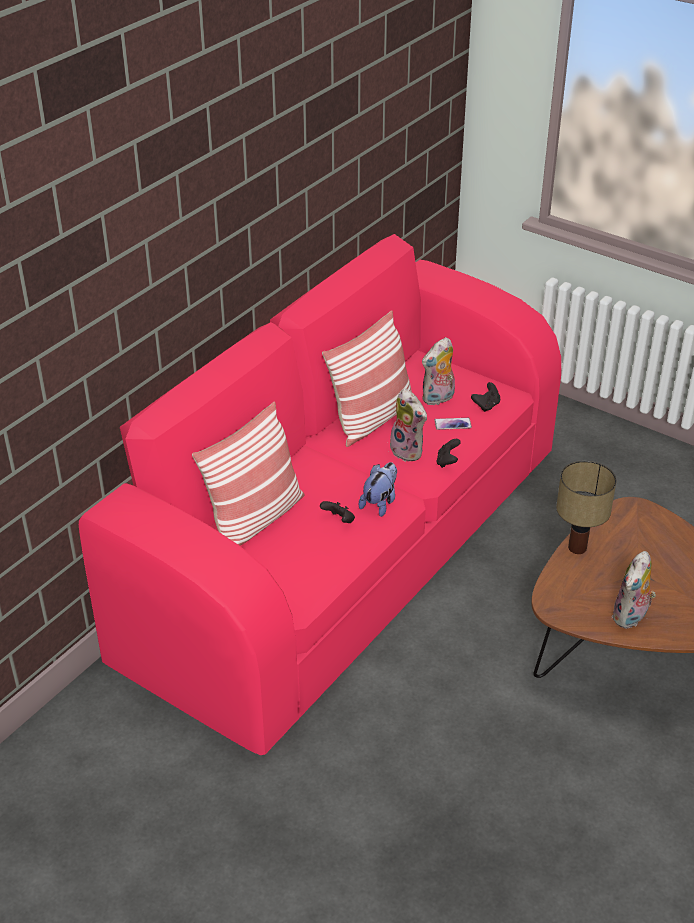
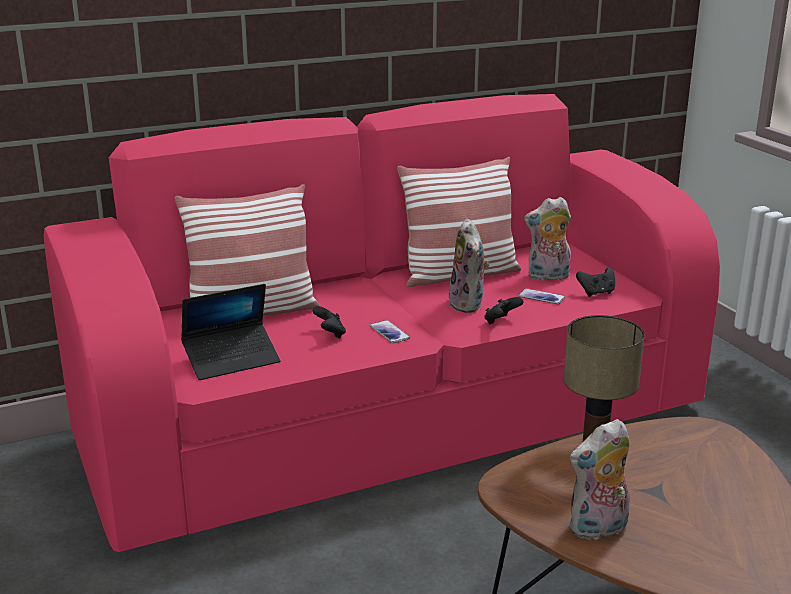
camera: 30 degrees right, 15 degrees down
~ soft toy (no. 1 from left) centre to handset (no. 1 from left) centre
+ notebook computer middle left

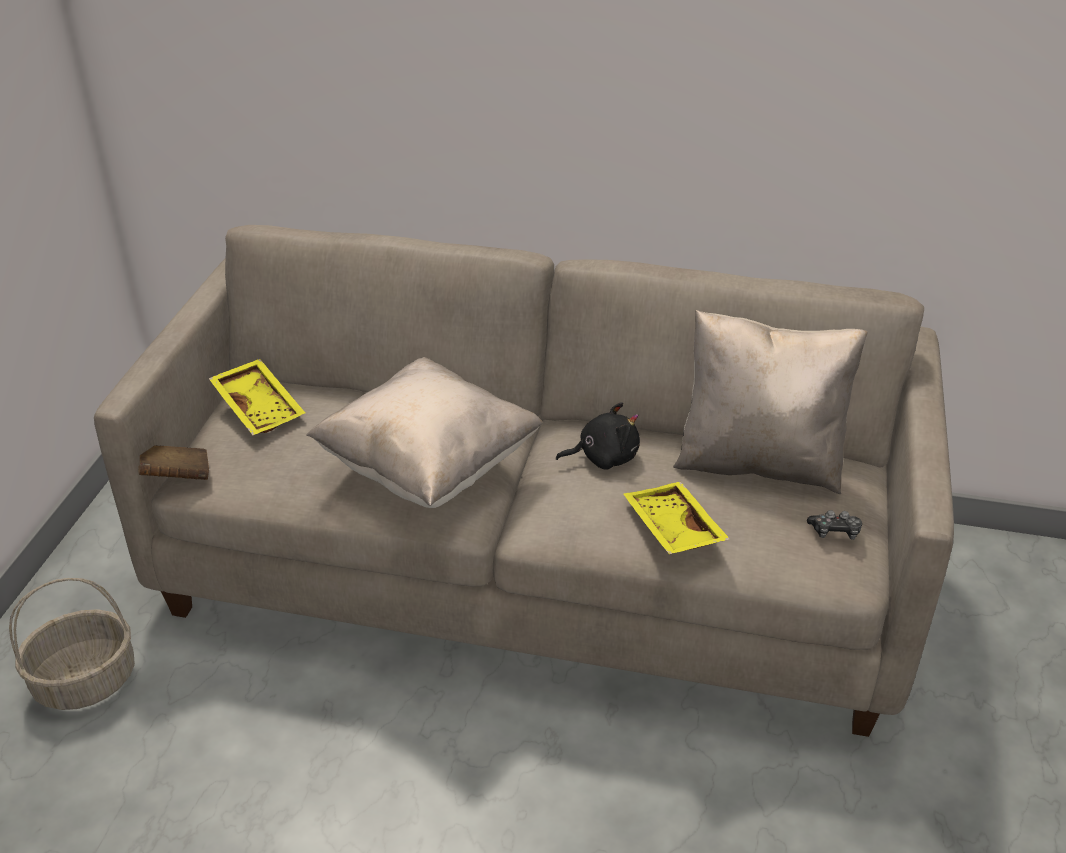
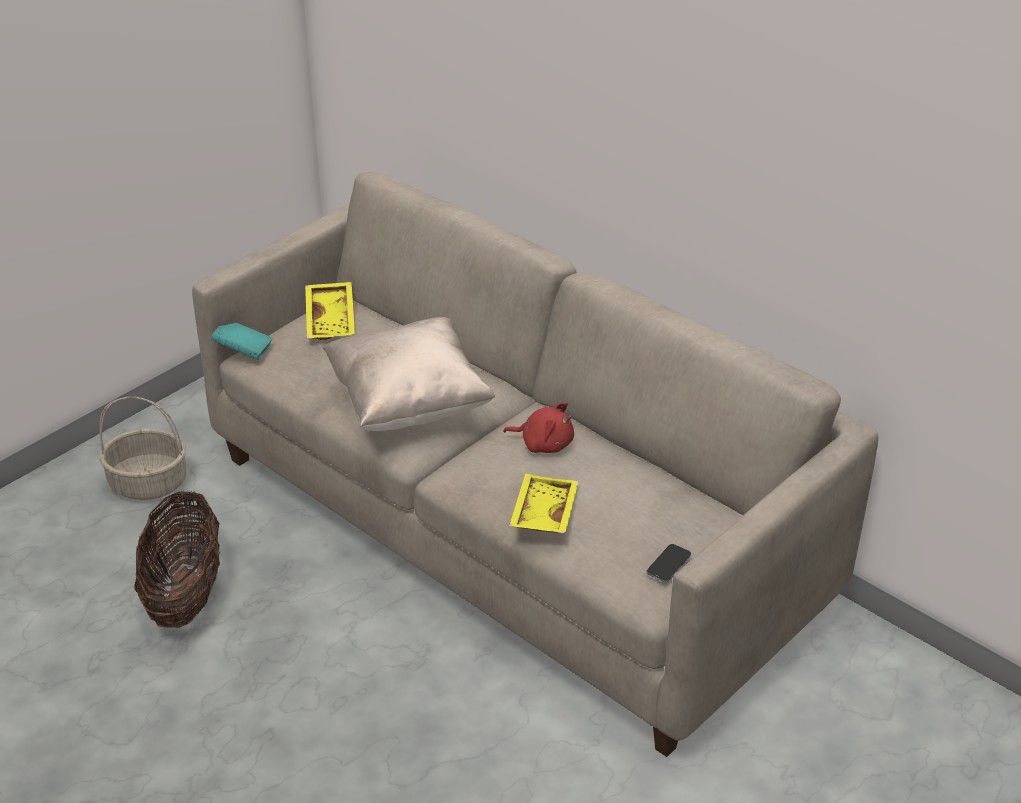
camera: 30 degrees right, 0 degrees up
~ brownish bound book middle left to blue-green bound book middle left
~ black-coloured soft toy centre to red soft toy centre
- beige-coloured pillow (no. 2 from left) middle right
~ game controller middle right to handset bottom centre
+ basket (no. 2 from left) bottom left

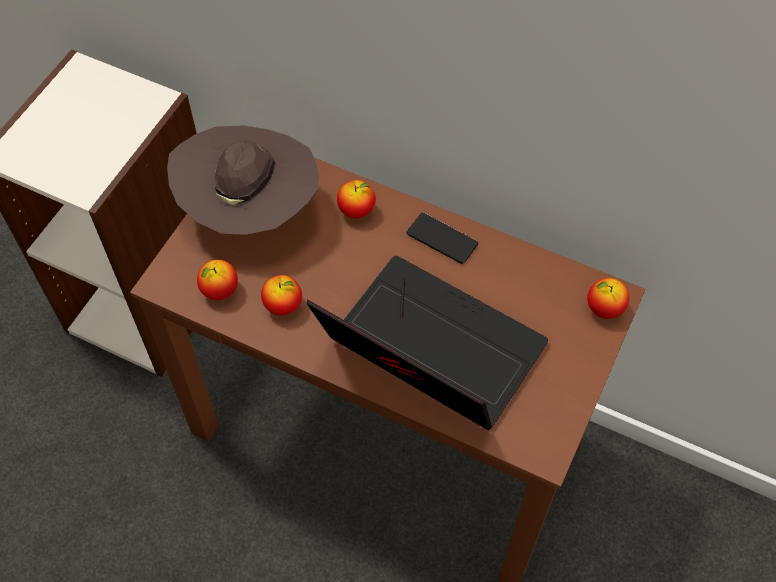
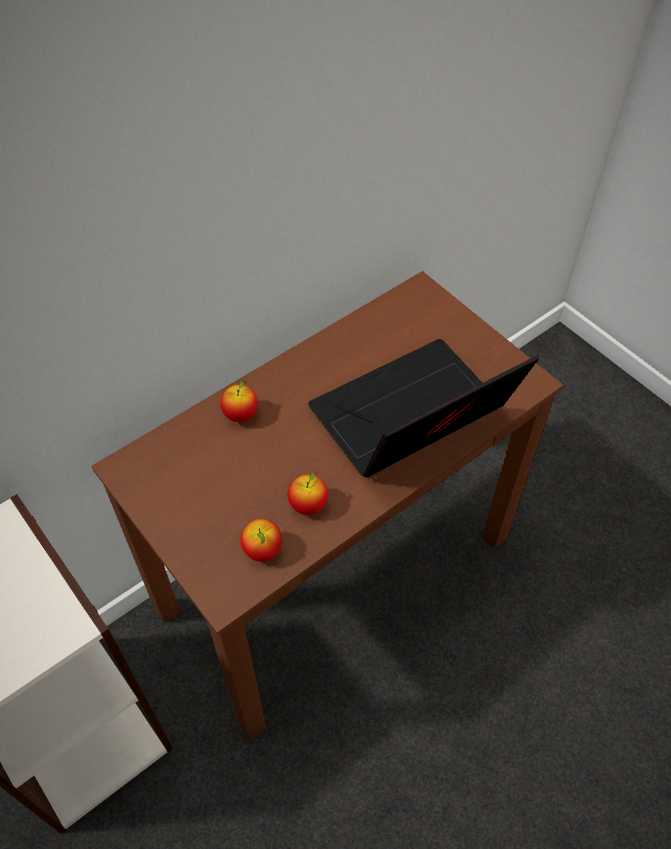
camera: 65 degrees left, 5 degrees down
- brownish clothing hat top left
- handset centre
- apple (no. 4 from left) middle right

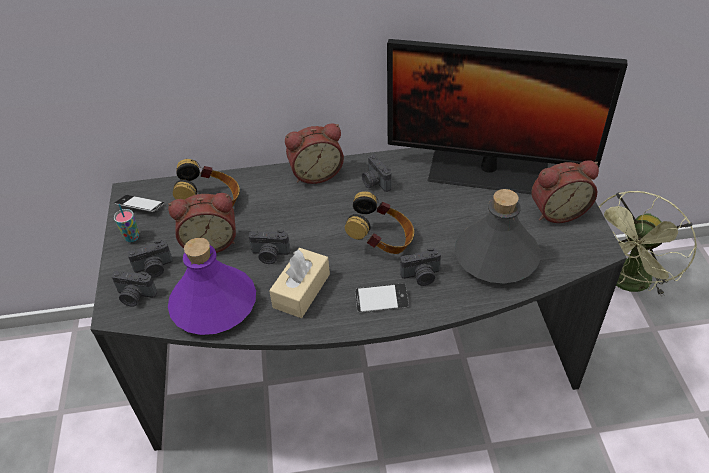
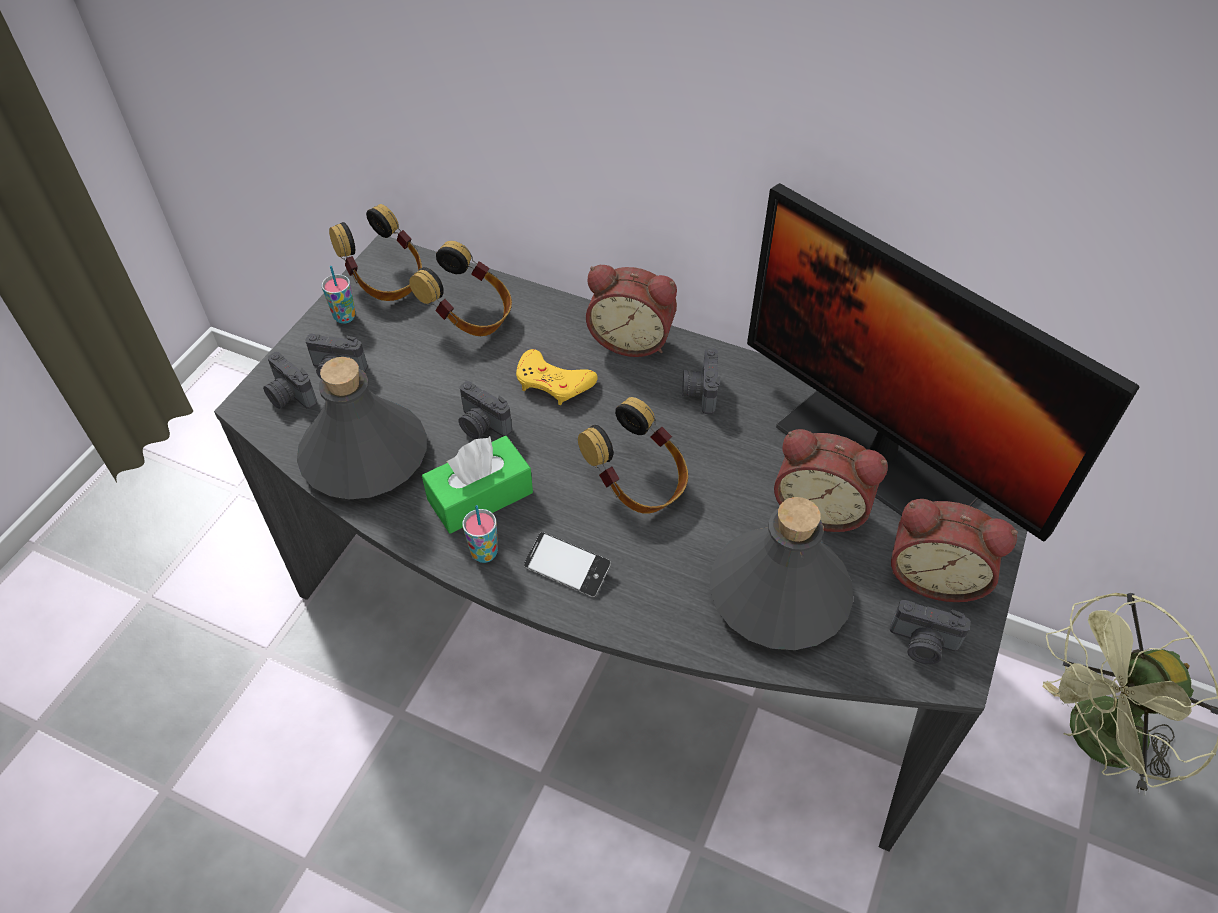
camera: 30 degrees right, 5 degrees up
~ handset (no. 1 from left) middle left to headset (no. 1 from left) top left
~ alarm clock (no. 1 from left in the first image) middle left to alarm clock (no. 2 from left) middle right
~ purple-coloured beverage bottle middle left to greyish beverage bottle (no. 1 from left) middle left
~ beige-coloured tissue box centre to greenish tissue box centre
~ photo camera (no. 5 from left) centre to bottom right
+ drinking cup (no. 2 from left) centre
+ yellow-coloured game controller centre

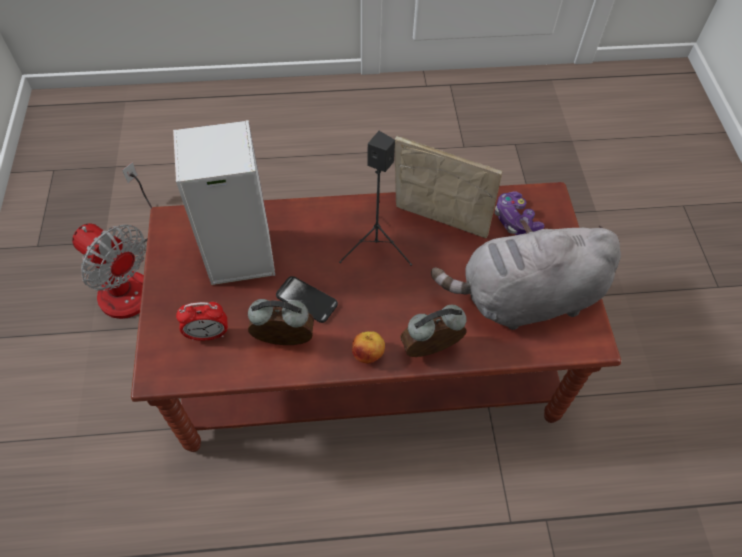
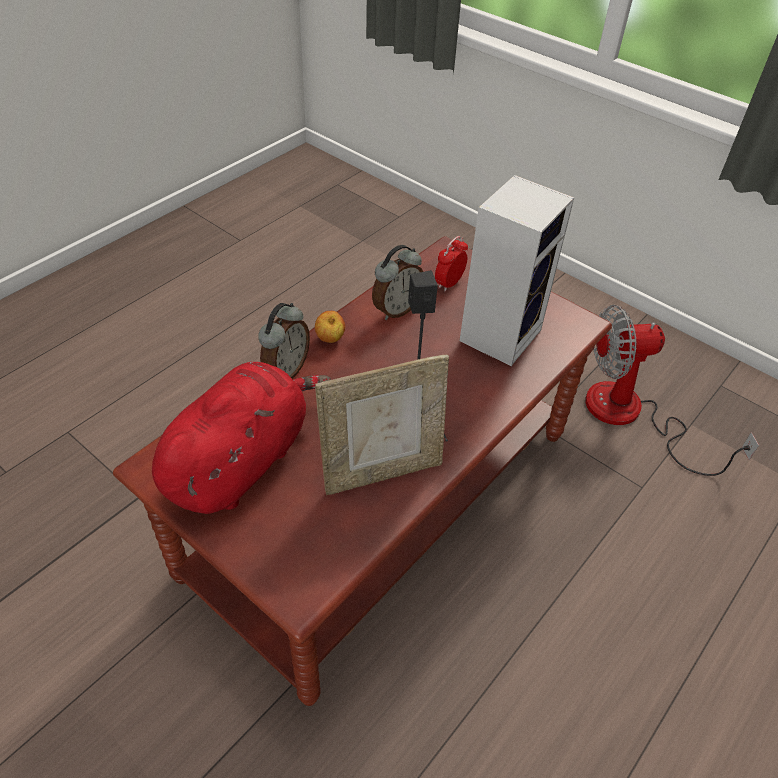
camera: 135 degrees right, 10 degrees down
- handset centre
~ greyish soft toy middle right to red soft toy middle left
- game controller middle right

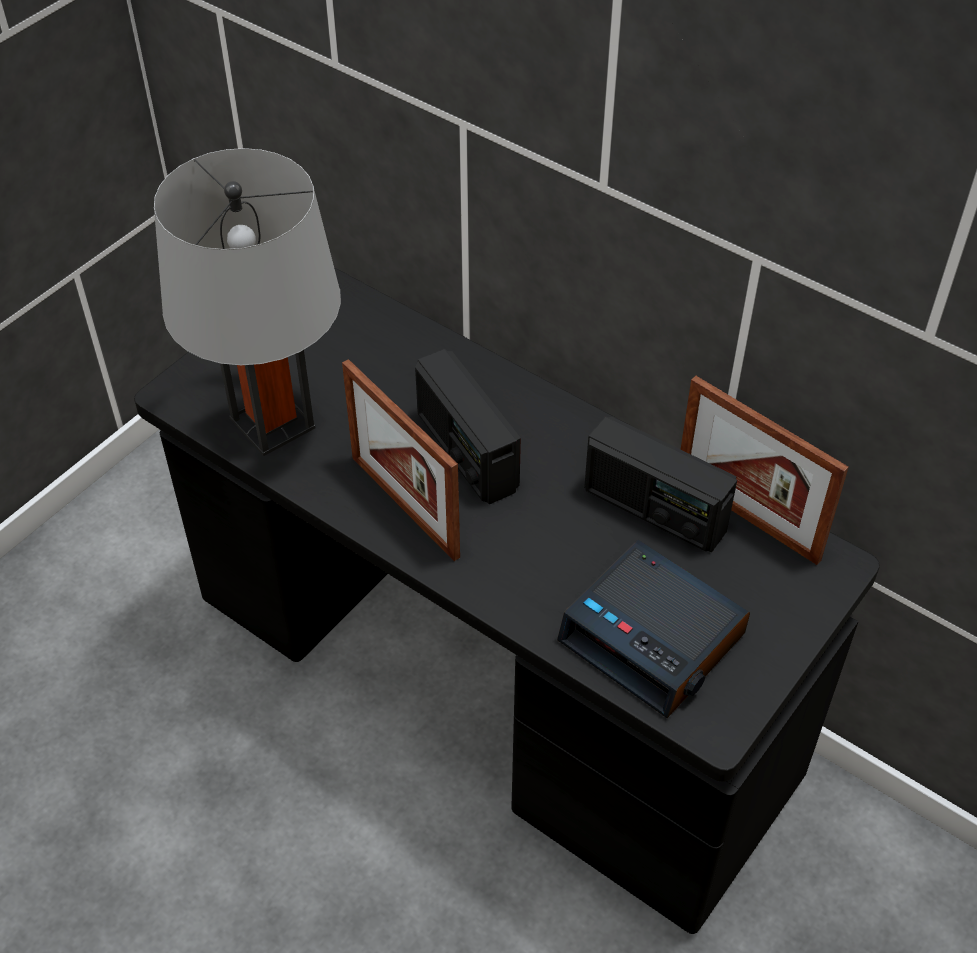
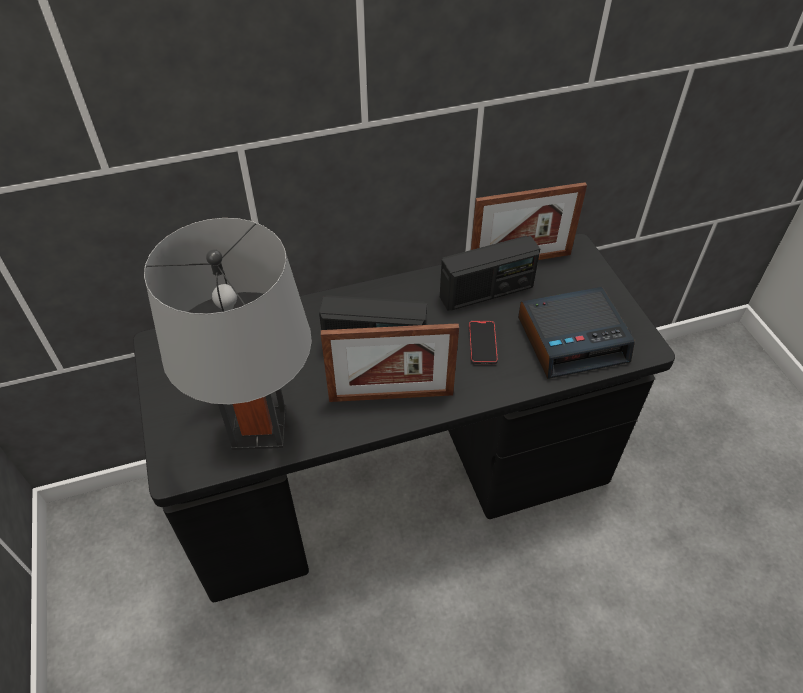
camera: 55 degrees left, 0 degrees up
+ handset centre

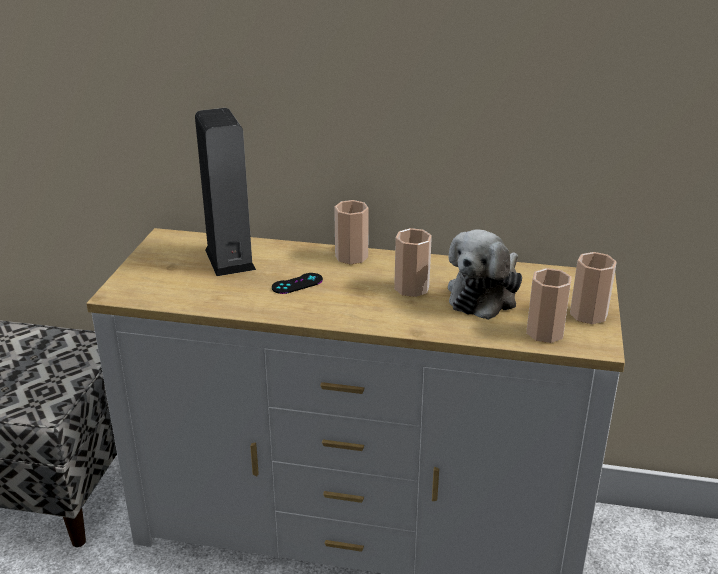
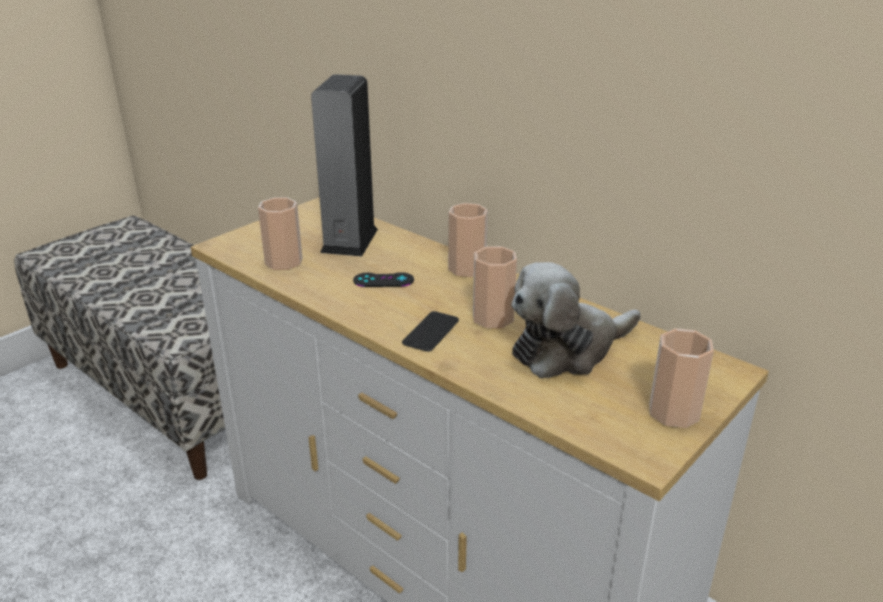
camera: 30 degrees right, 0 degrees up
~ drinking cup (no. 3 from left in the first image) middle right to drinking cup (no. 1 from left) middle left
+ handset centre

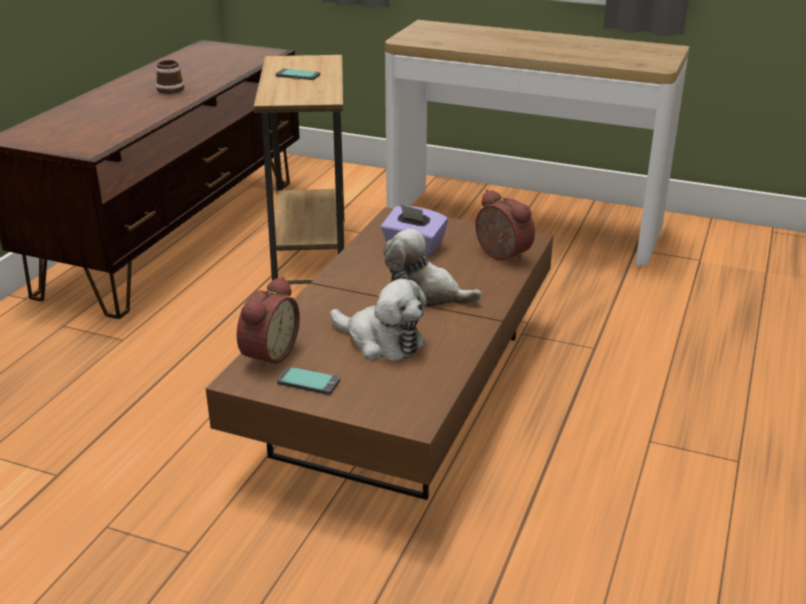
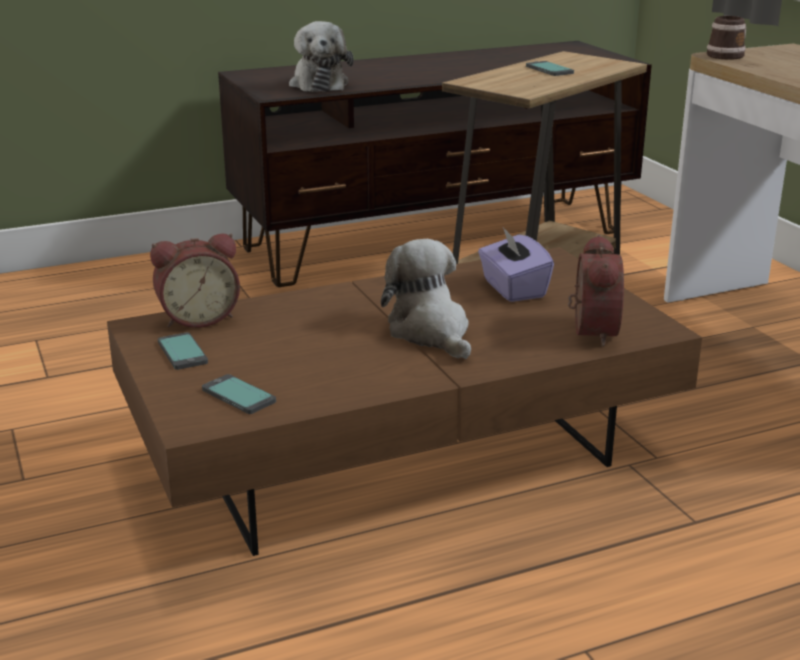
camera: 45 degrees right, 5 degrees down
~ mug top left to top right
~ soft toy (no. 1 from left) centre to top centre
+ handset (no. 2 from left) middle left

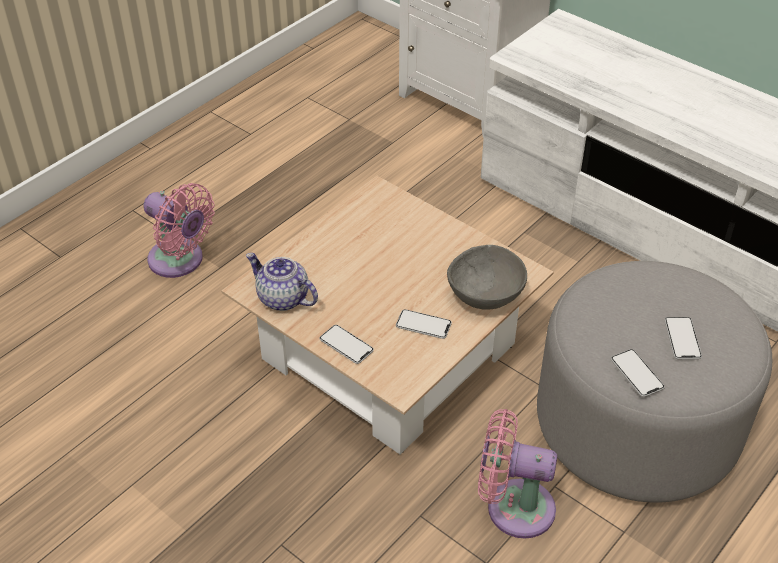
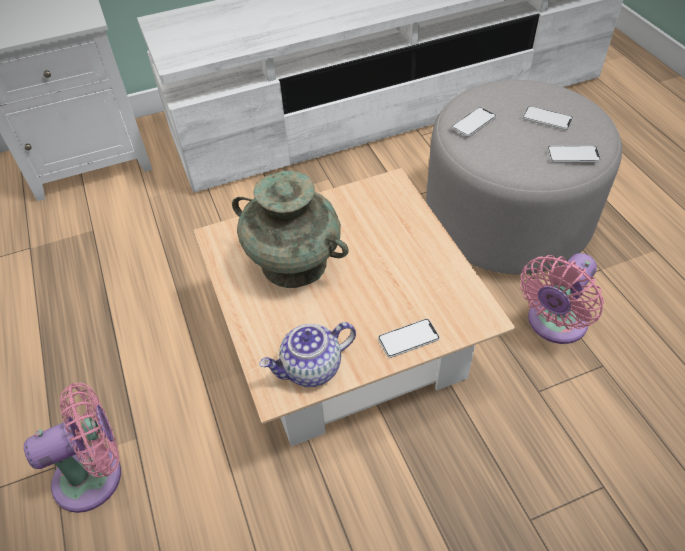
camera: 60 degrees left, 5 degrees up
~ handset (no. 2 from left) centre to top right
- greyish deep dish centre
+ blue-green flower vase centre

